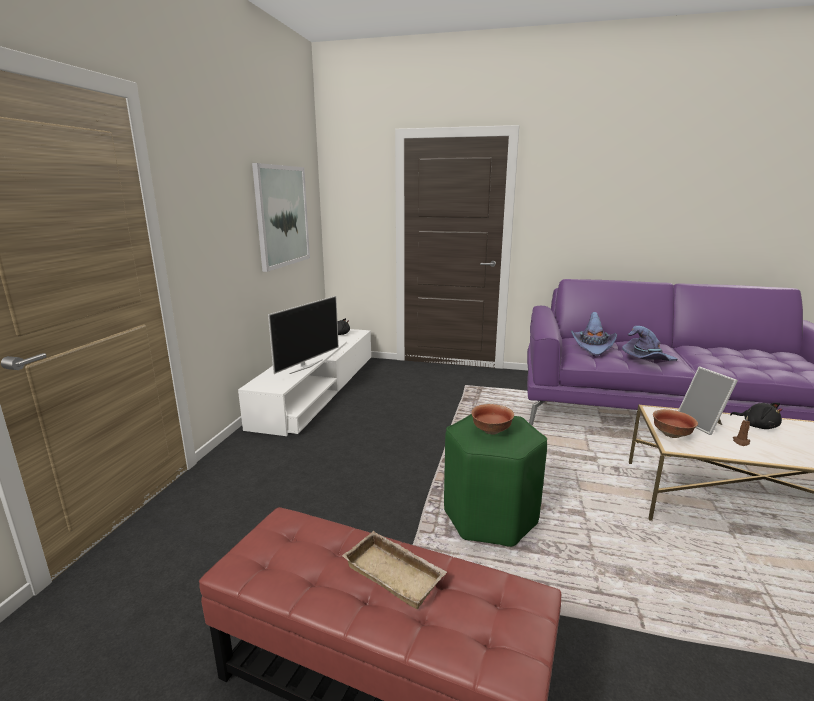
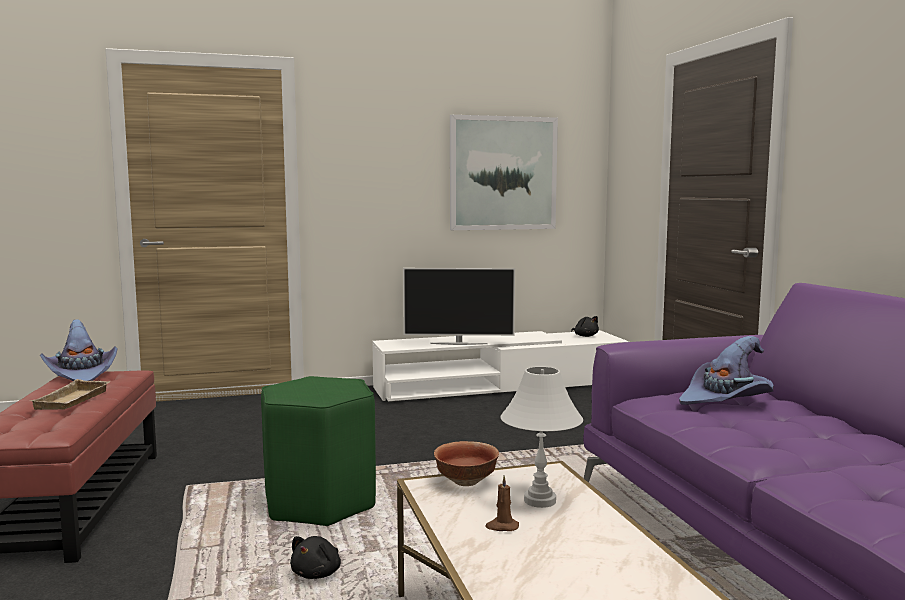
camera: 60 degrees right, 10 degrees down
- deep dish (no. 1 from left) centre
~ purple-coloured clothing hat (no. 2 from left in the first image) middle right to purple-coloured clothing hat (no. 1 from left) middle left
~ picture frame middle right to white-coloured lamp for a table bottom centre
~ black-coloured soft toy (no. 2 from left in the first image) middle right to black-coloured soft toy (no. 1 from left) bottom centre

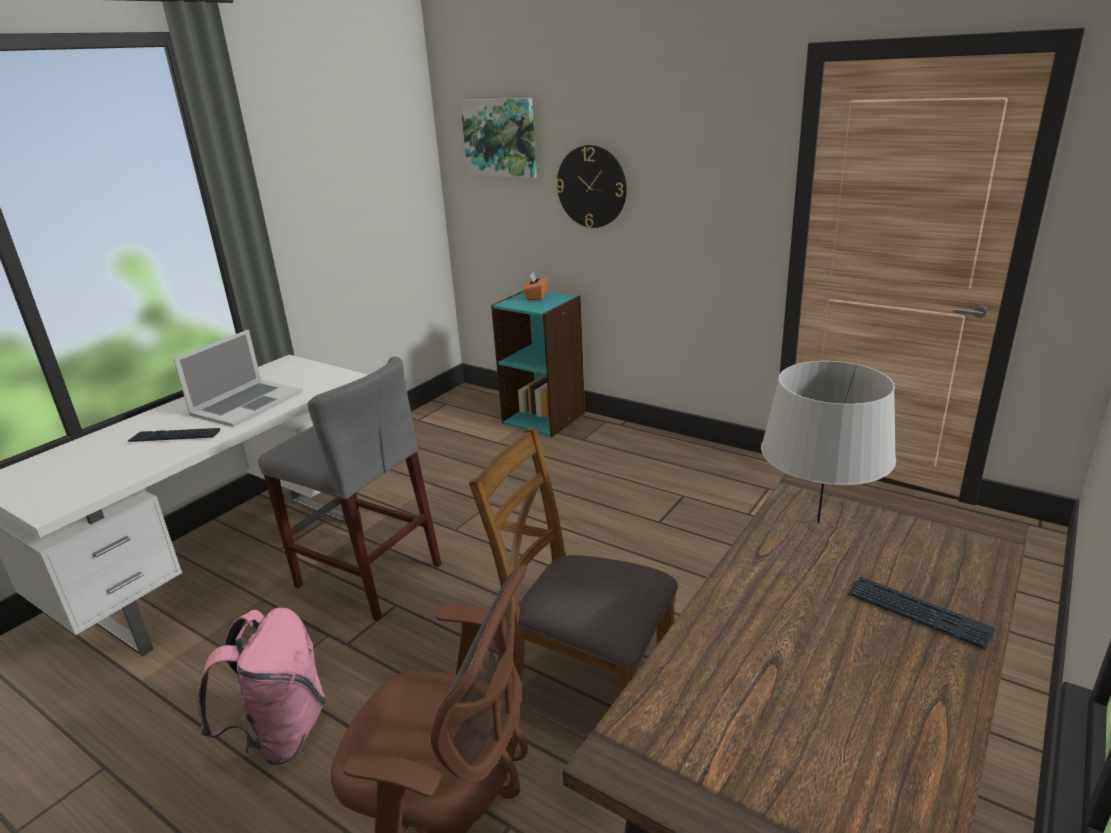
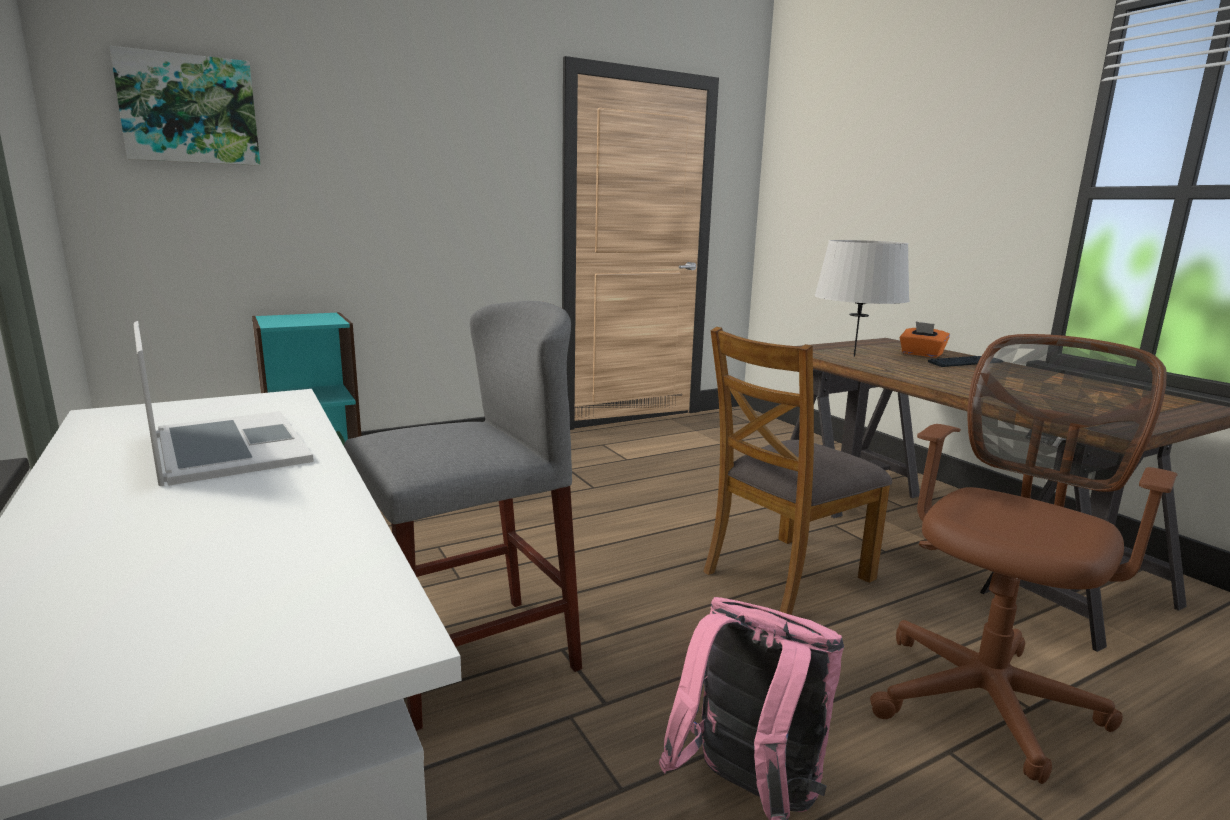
camera: 65 degrees left, 10 degrees down
- computer keyboard (no. 1 from left) middle left
~ orange tissue box centre to middle right
- hanging clock top centre

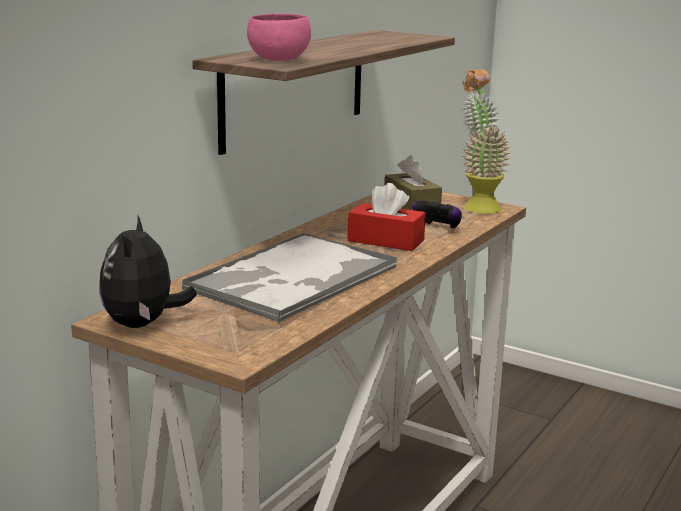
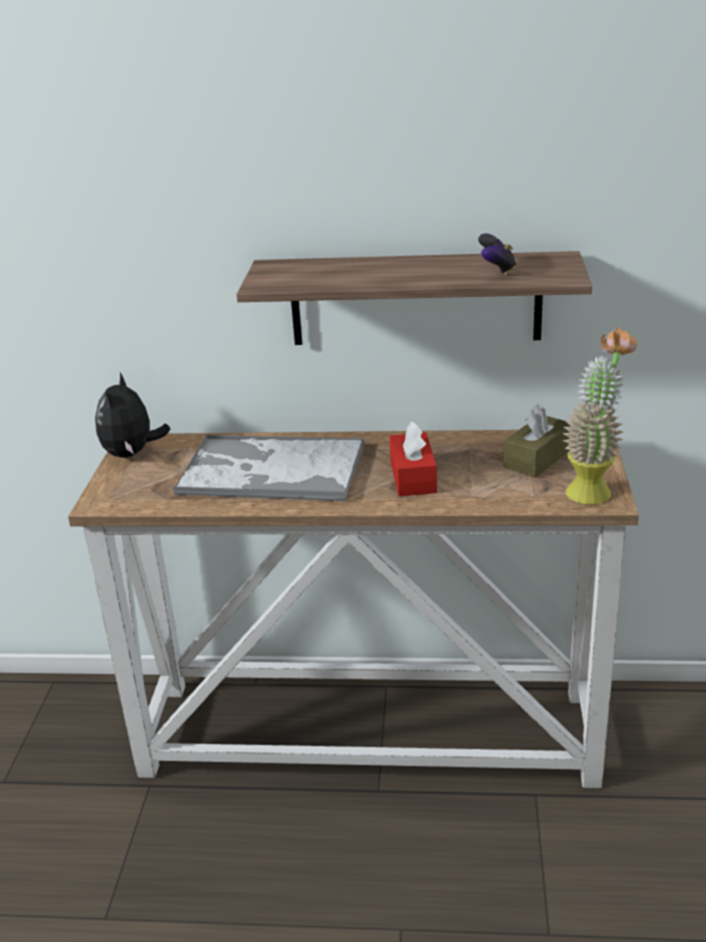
camera: 65 degrees right, 10 degrees up
~ soft toy middle left = middle left 60 degrees counterclockwise
- pinkish deep dish top centre
~ game controller centre to top right

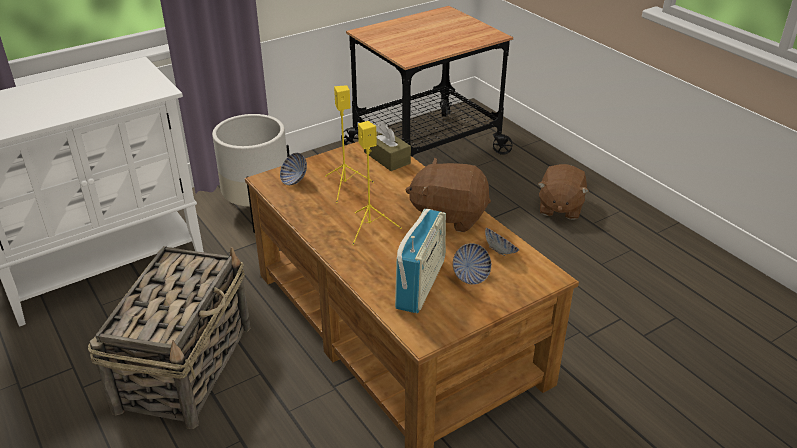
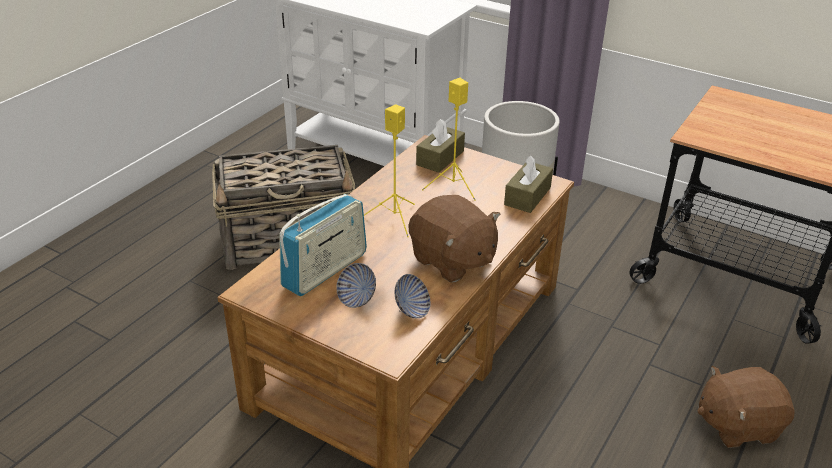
camera: 65 degrees right, 0 degrees up
~ deep dish (no. 1 from left) centre to brownish tissue box (no. 1 from left) top centre
~ radio centre = centre 45 degrees counterclockwise
~ brownish soft toy (no. 1 from left) centre = centre 150 degrees clockwise

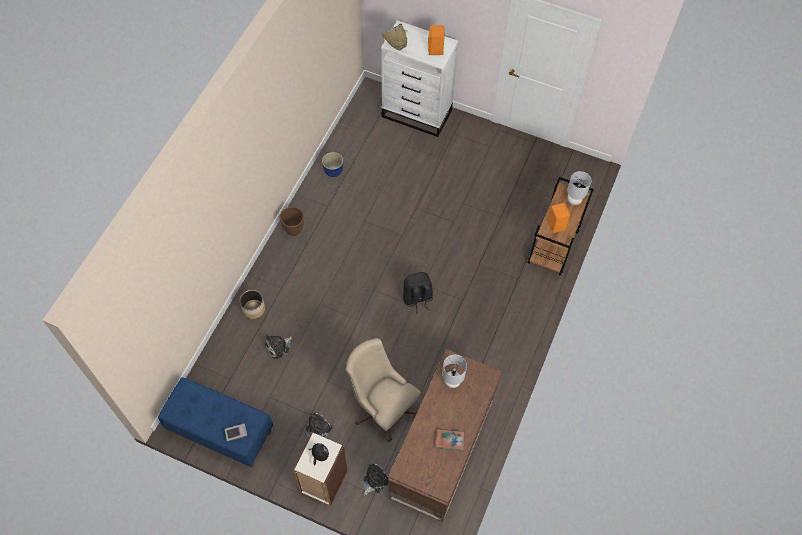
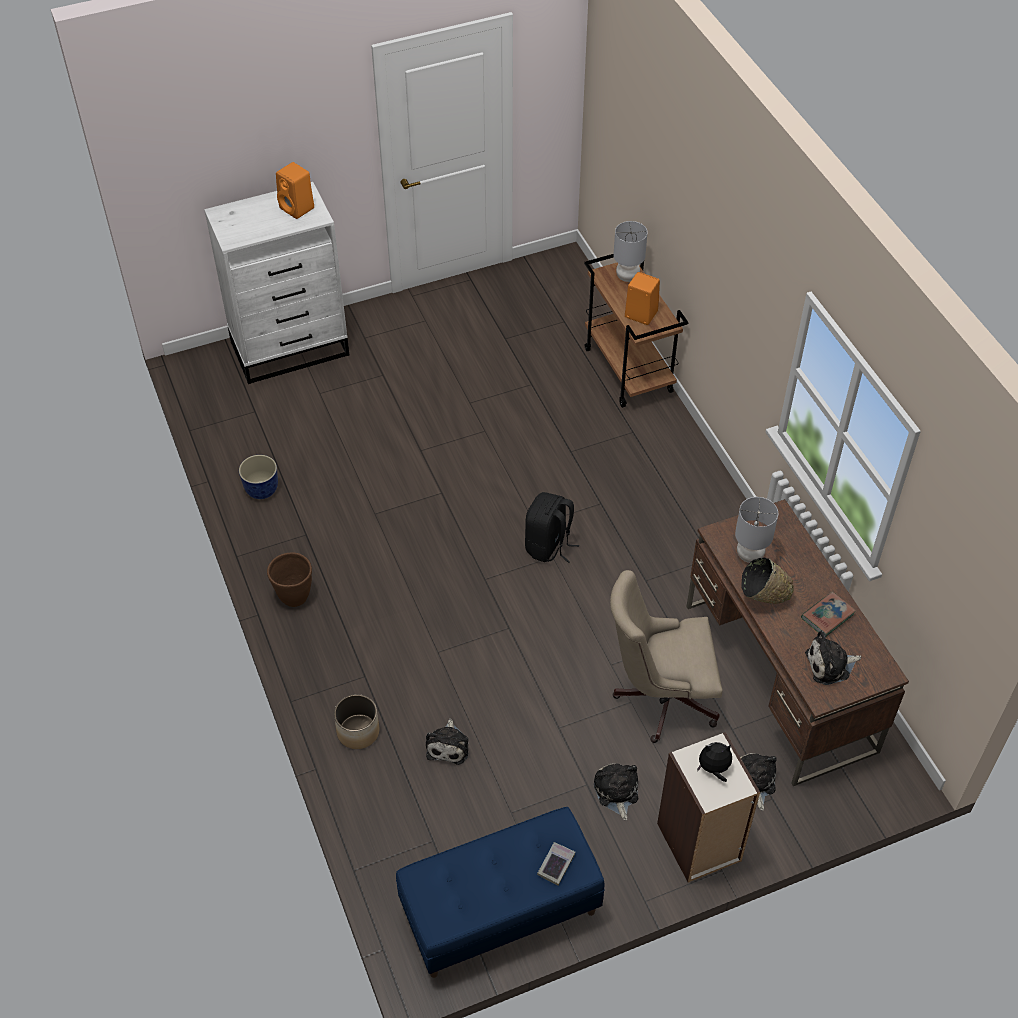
camera: 45 degrees left, 10 degrees down
~ black-coloured deep dish top centre to middle right
+ soft toy (no. 5 from left) middle right

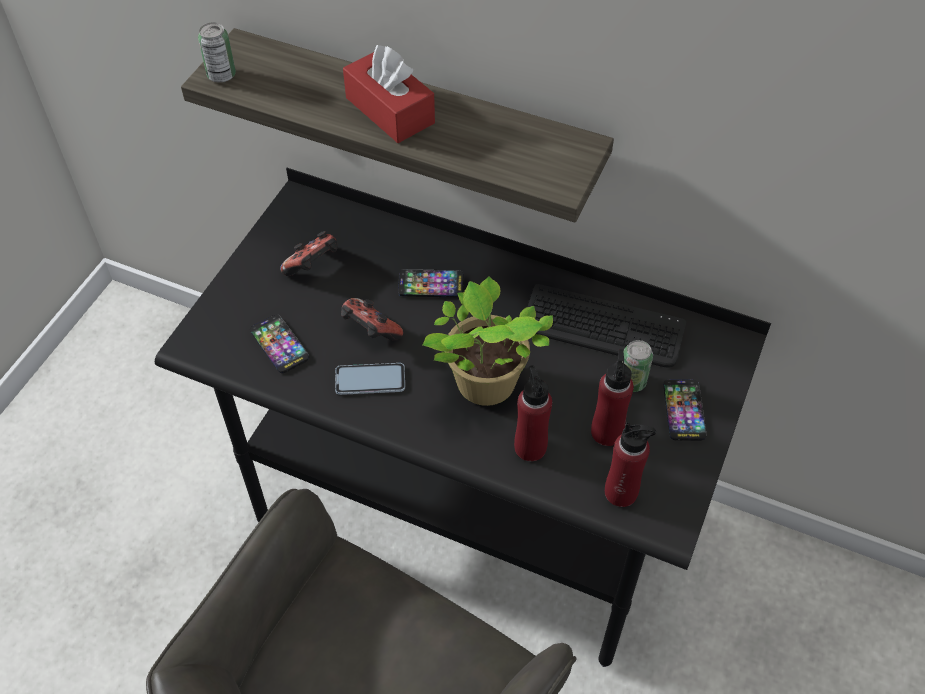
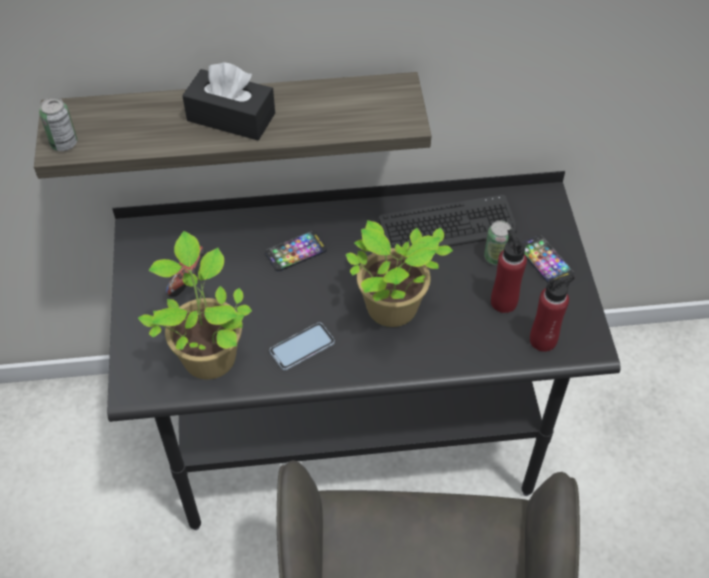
camera: 30 degrees left, 0 degrees up
~ handset (no. 1 from left) middle left to plant in a pot (no. 1 from left) middle left
- game controller (no. 2 from left) centre
~ red tissue box top centre to black-coloured tissue box top left
- red beverage bottle (no. 1 from left) centre

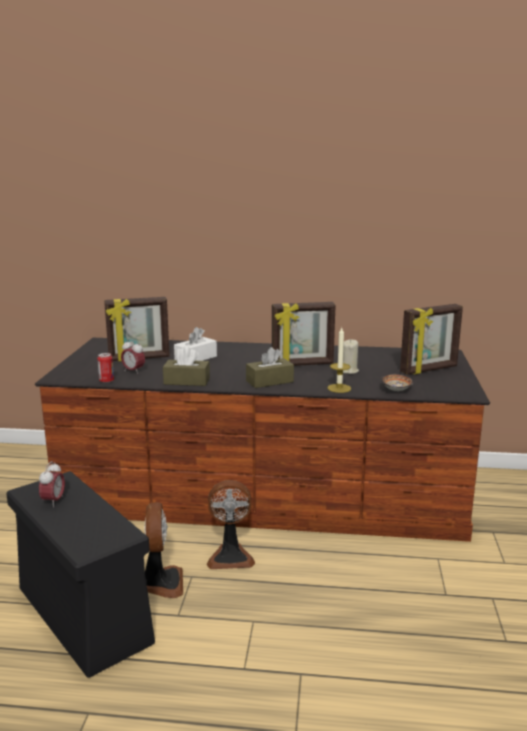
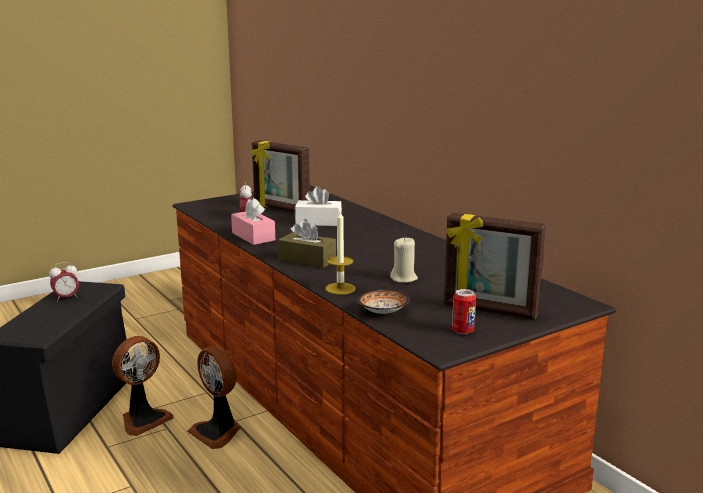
camera: 50 degrees right, 0 degrees up
~ sealed can middle left to centre
~ brownish tissue box (no. 1 from left) centre to pinkish tissue box centre
- picture frame (no. 2 from left) centre

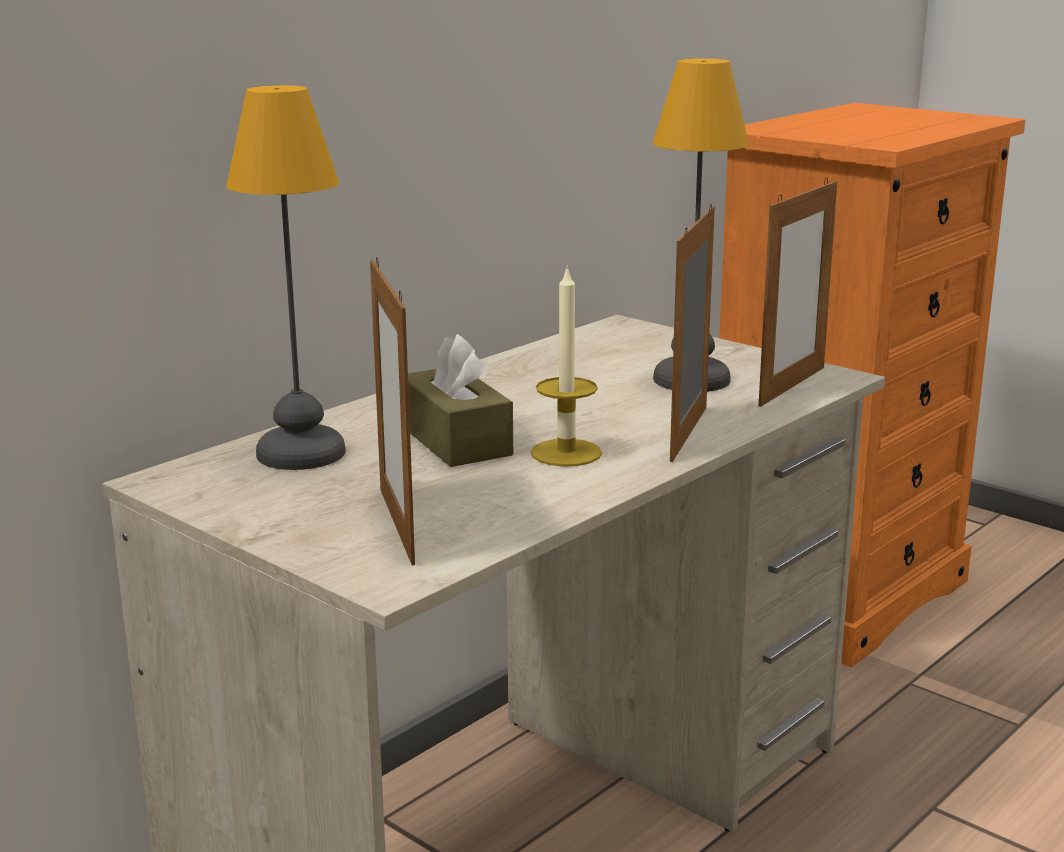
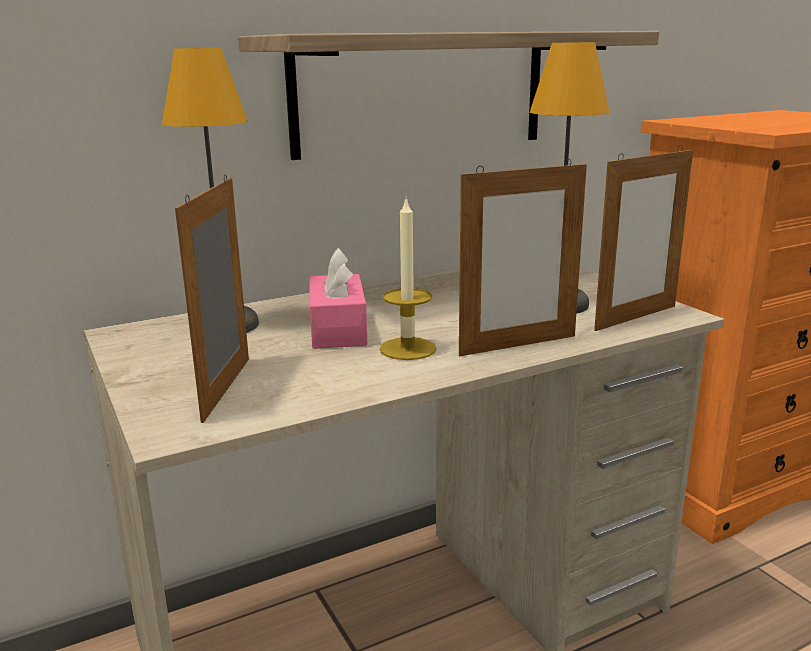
camera: 20 degrees right, 0 degrees up
~ brownish tissue box centre to pinkish tissue box centre
~ picture frame (no. 2 from left) centre = centre 150 degrees counterclockwise
+ shelf top centre

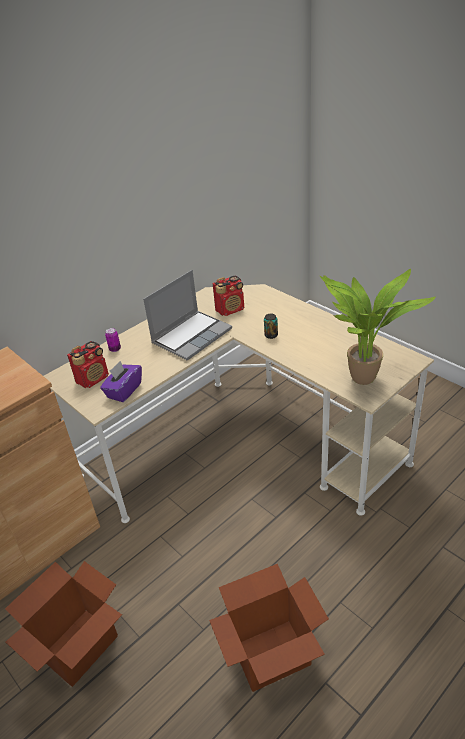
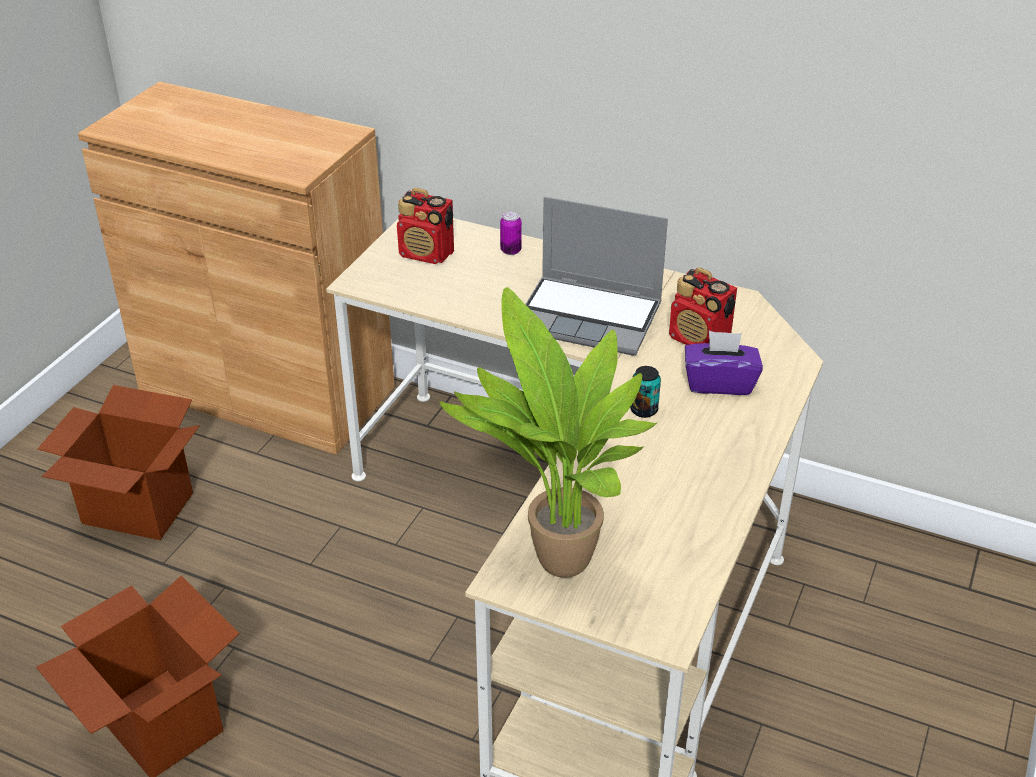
camera: 65 degrees right, 0 degrees up
~ purple-coloured tissue box middle left to middle right

